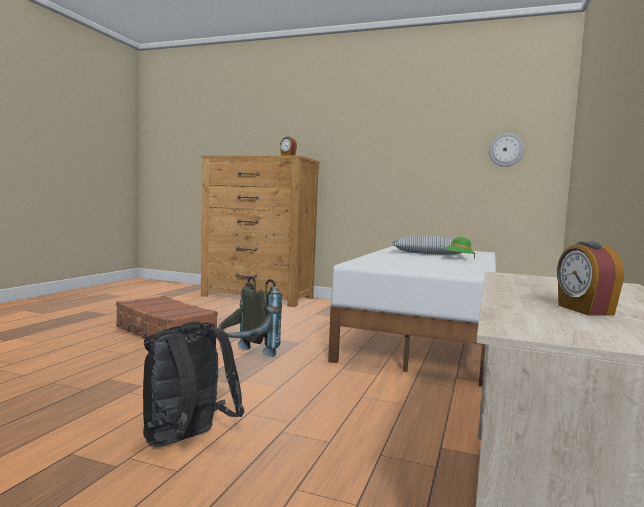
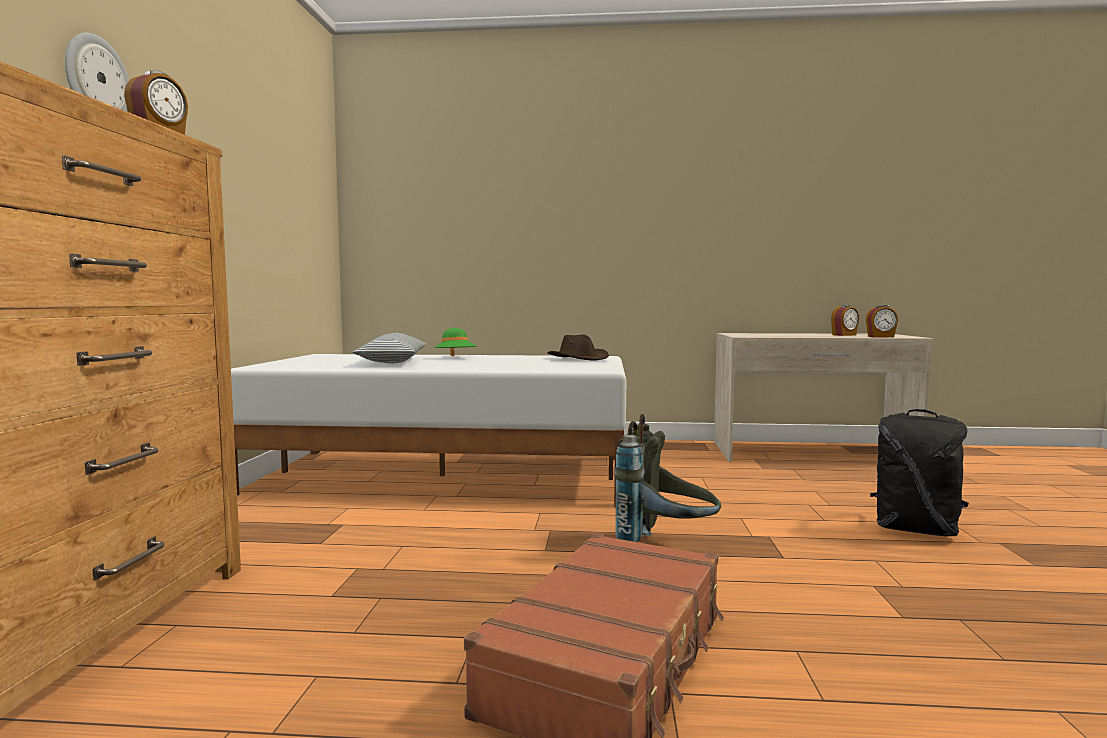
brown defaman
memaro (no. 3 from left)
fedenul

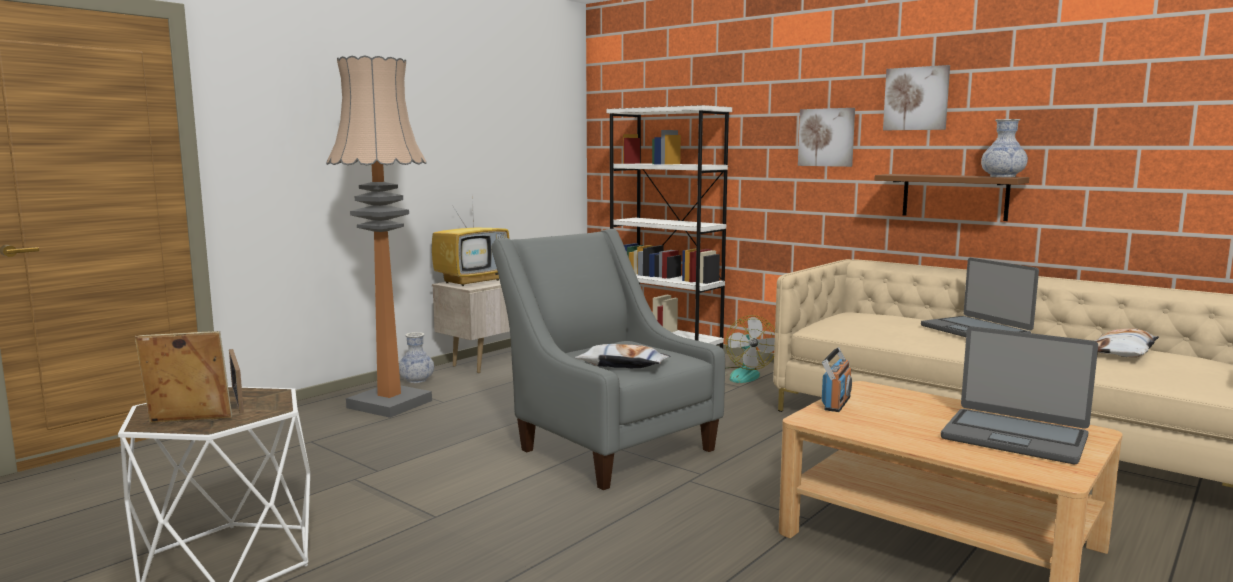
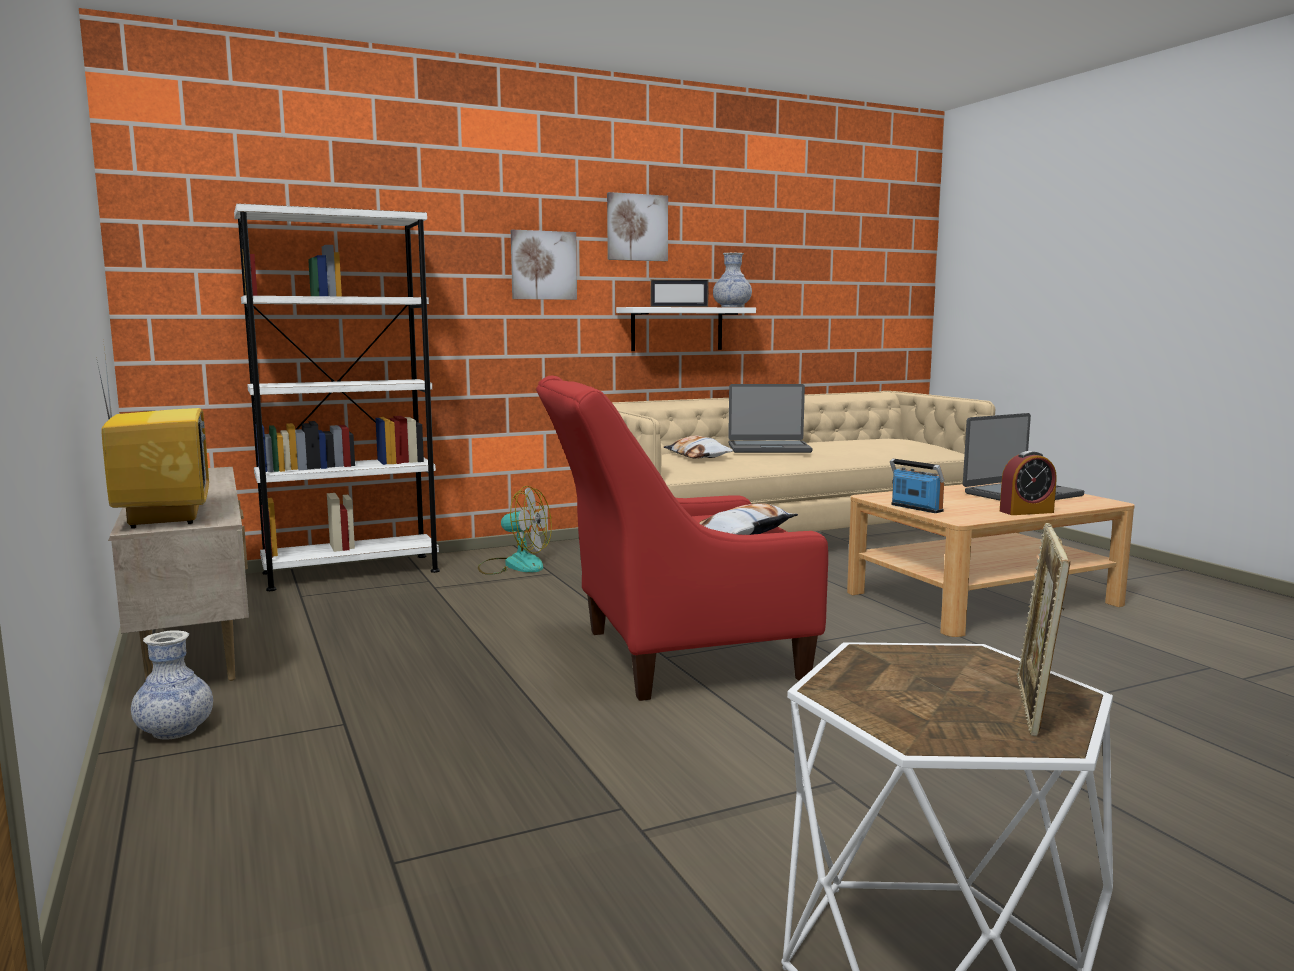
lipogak
memaro
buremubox (no. 1 from left)
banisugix (no. 1 from left)
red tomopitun
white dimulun

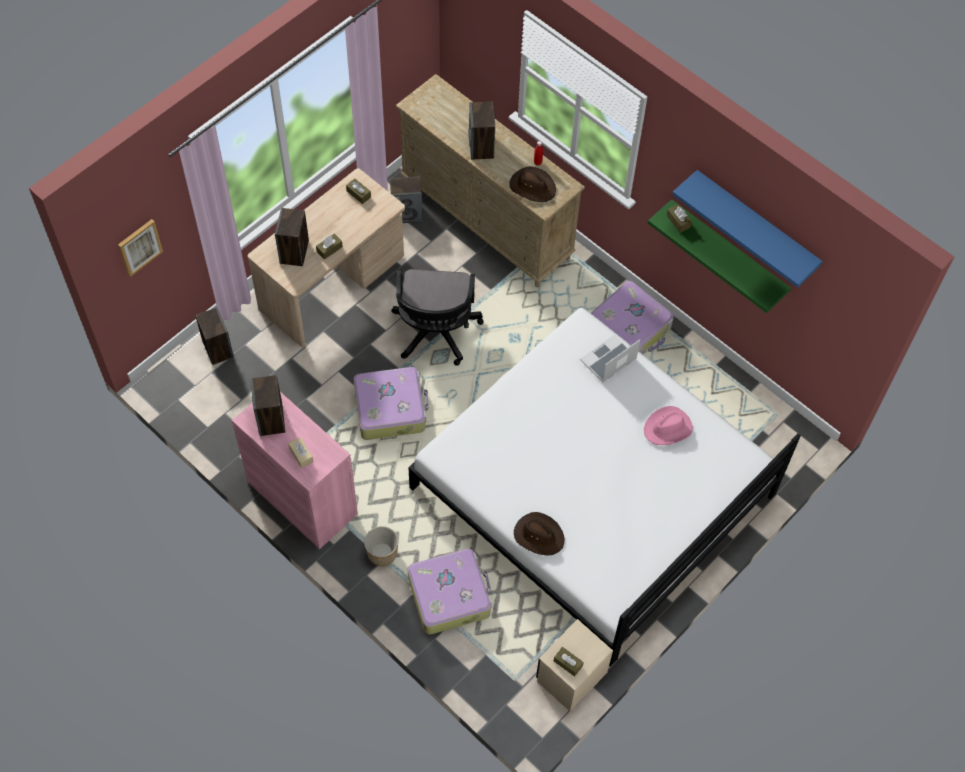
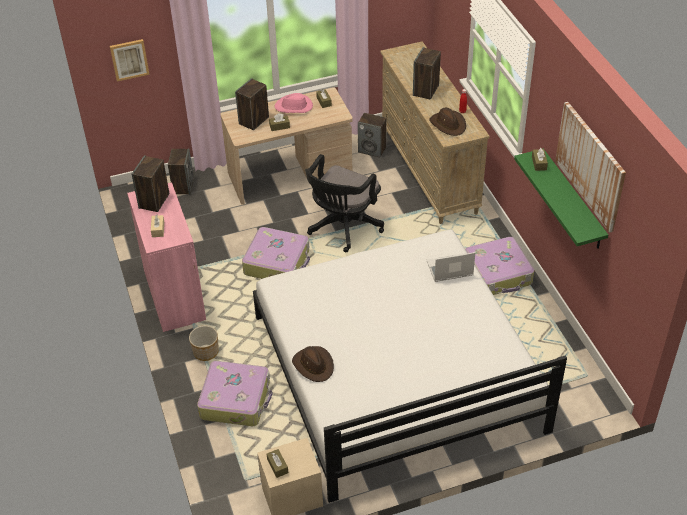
pink defaman
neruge (no. 2 from left)

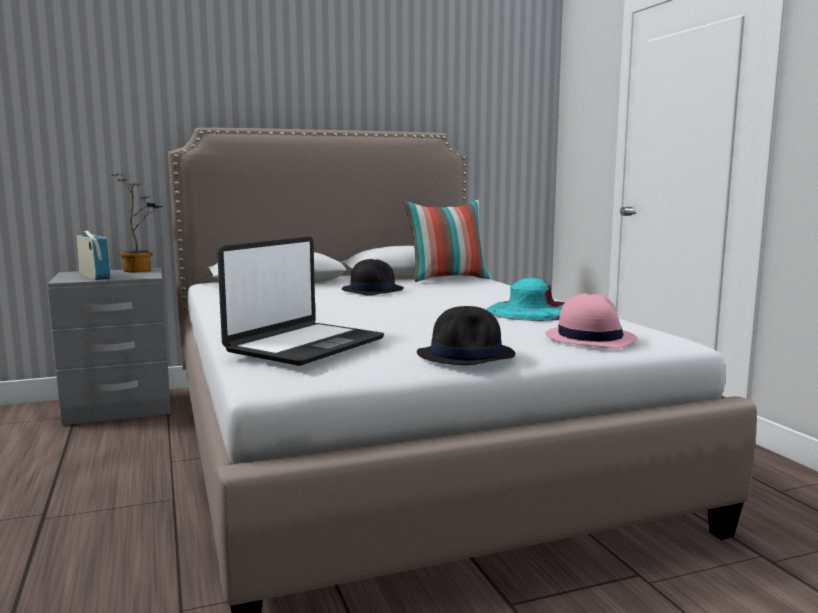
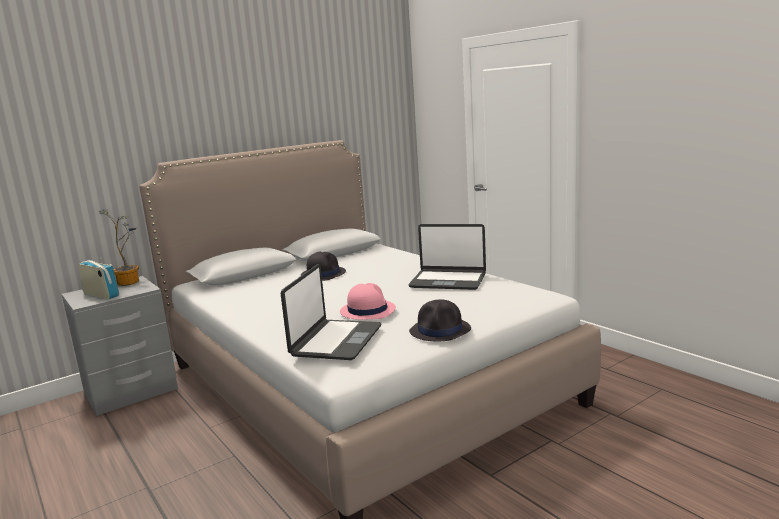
banisugix
pink defaman
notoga (no. 2 from left)

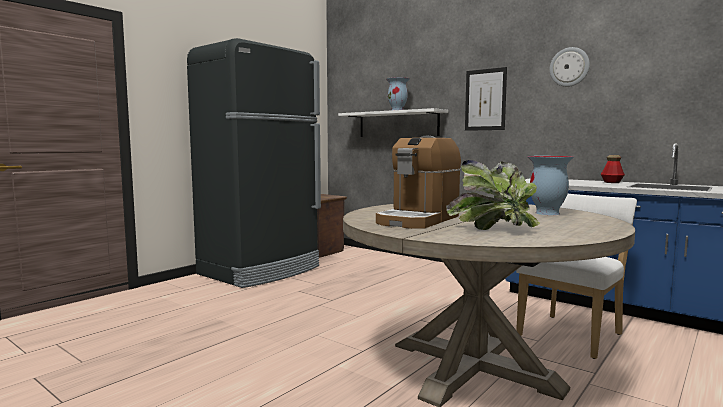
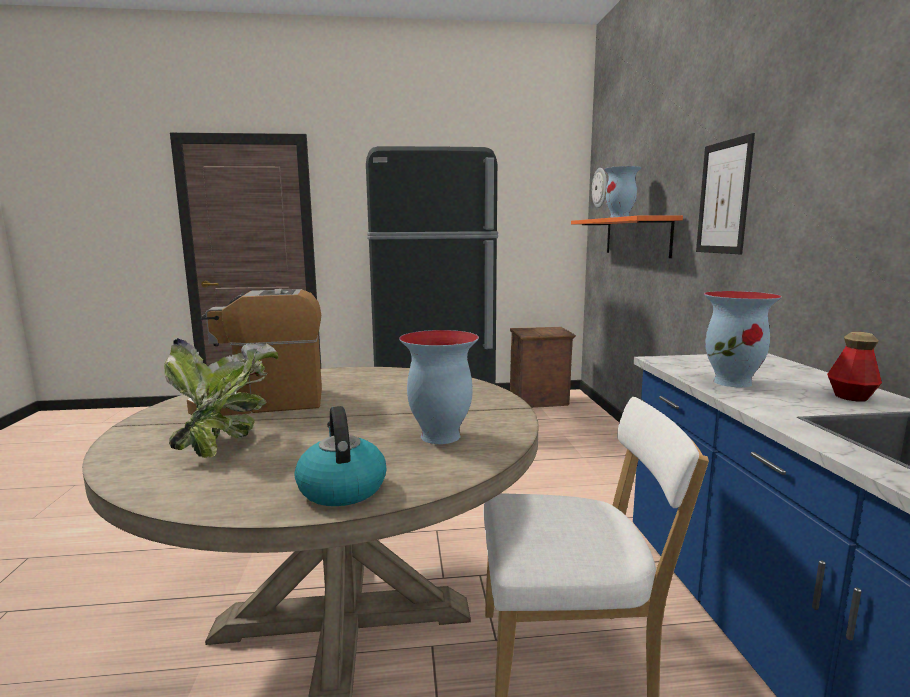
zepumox
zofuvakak (no. 3 from left)
fedenul
orange dimulun

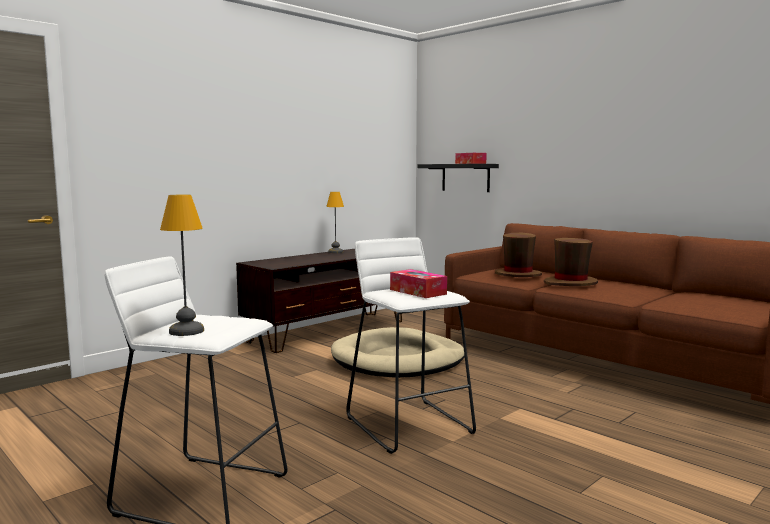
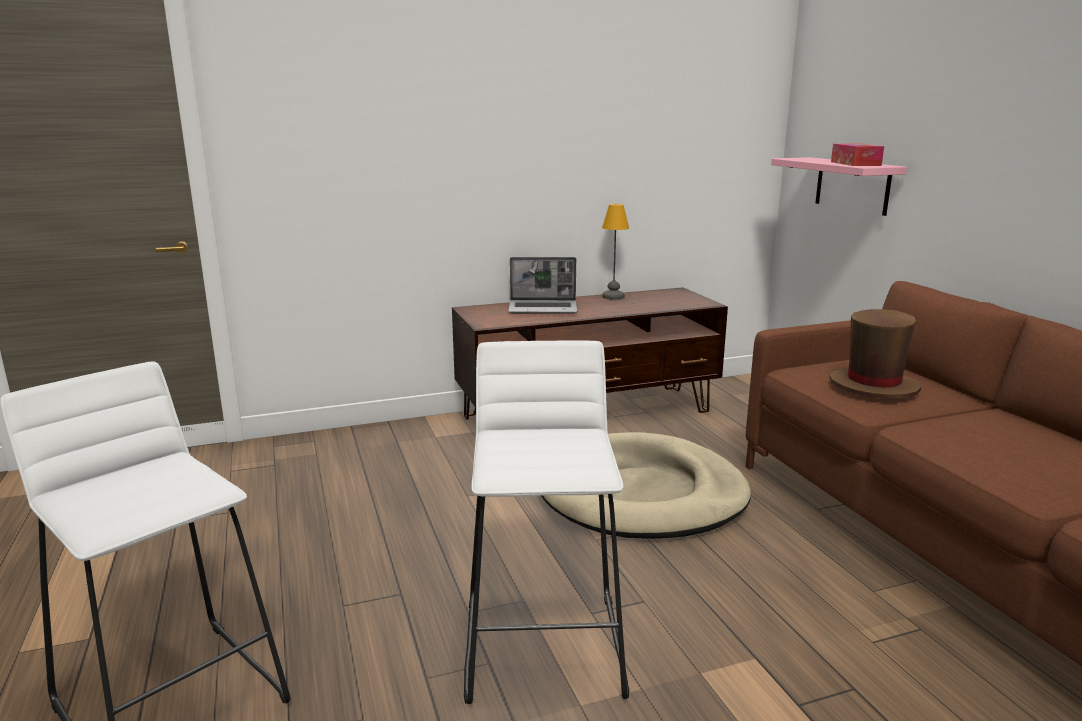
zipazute (no. 1 from left in the first image)
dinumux (no. 1 from left in the first image)
brown defaman (no. 2 from left in the first image)
notoga
pink dimulun

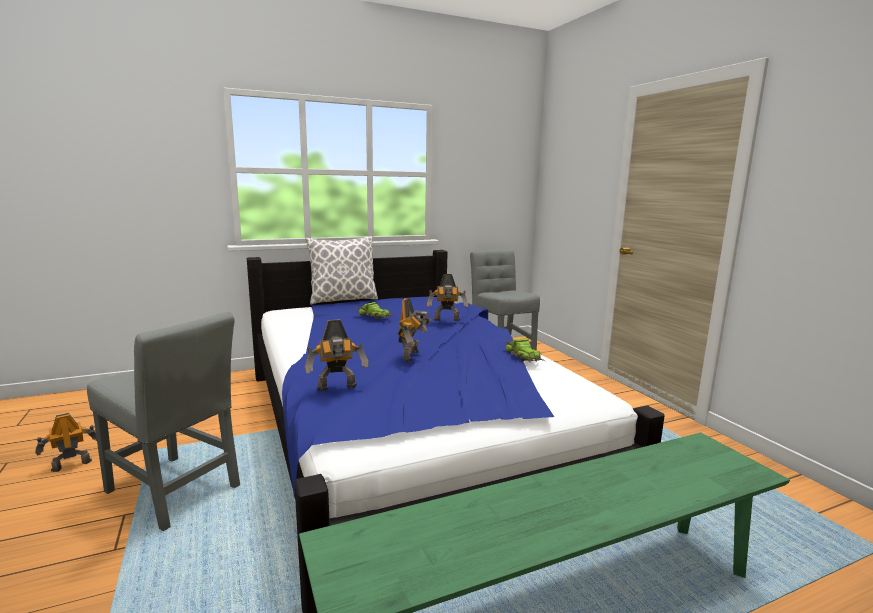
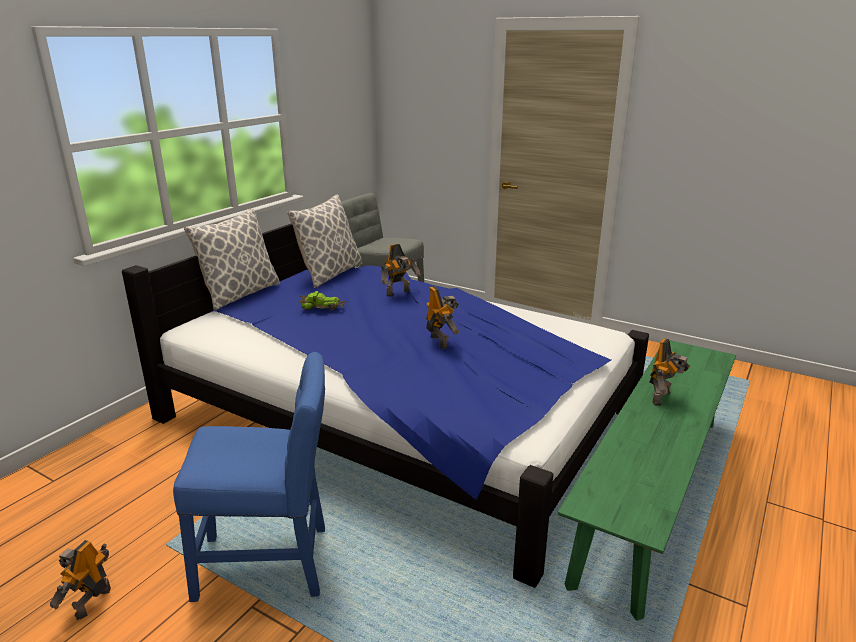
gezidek (no. 2 from left in the first image)
banisugix (no. 2 from left)
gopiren (no. 4 from left)
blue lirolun

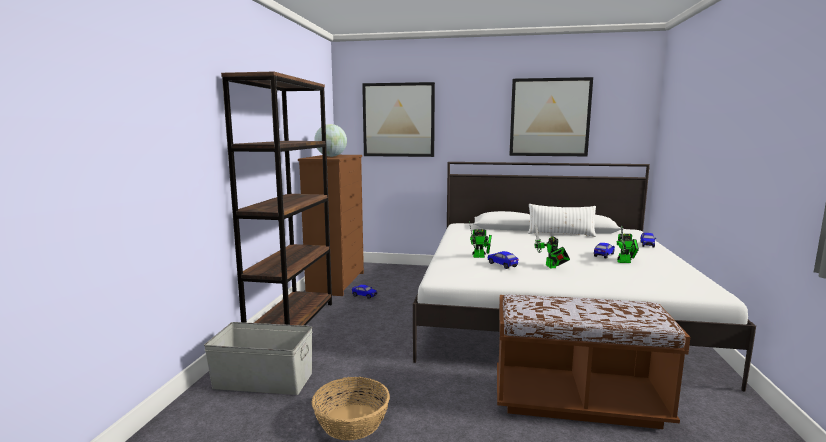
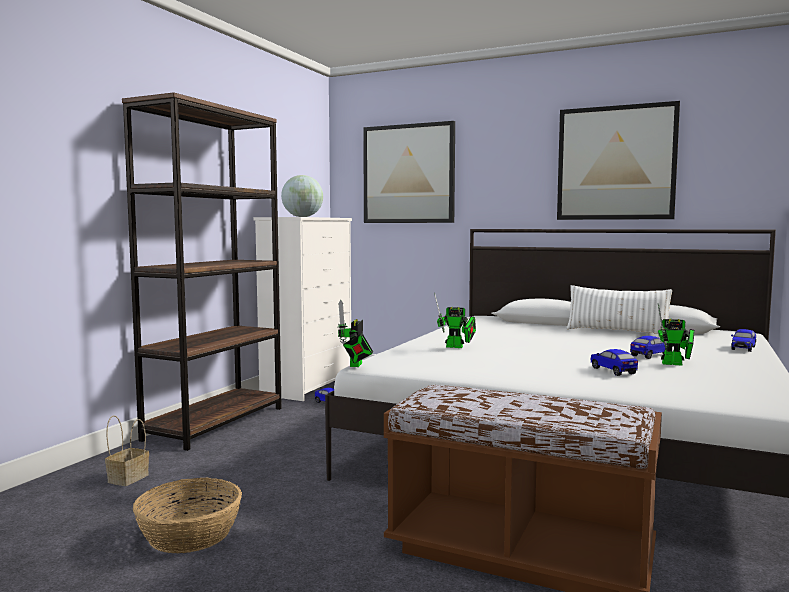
gezidek (no. 2 from left)
gopiren (no. 1 from left)
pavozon (no. 1 from left)
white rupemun

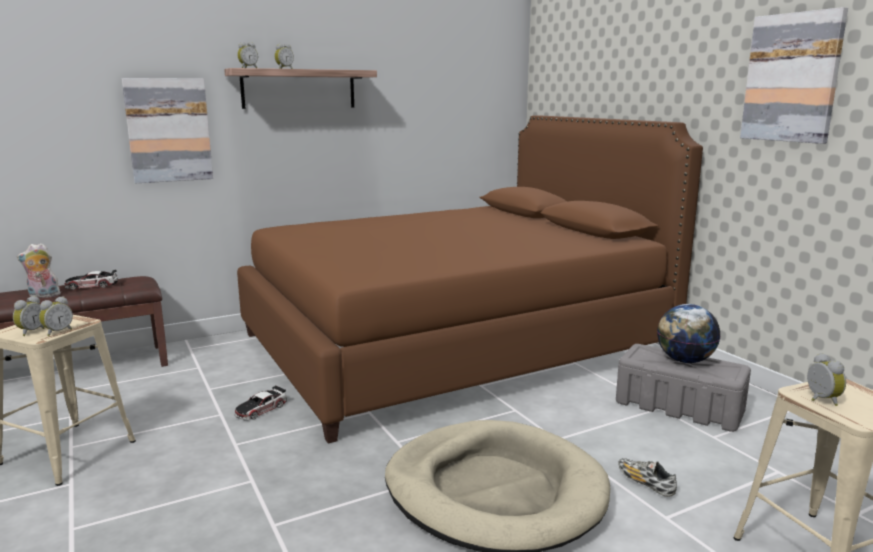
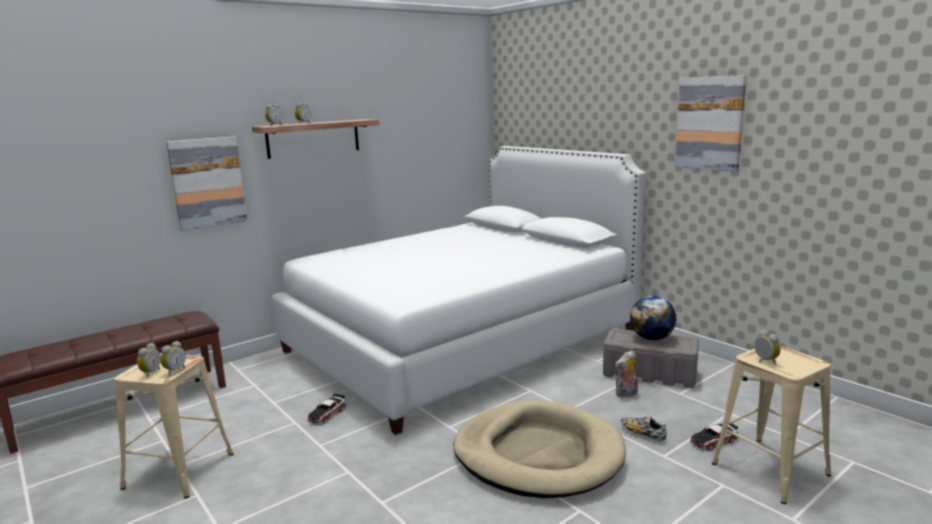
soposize
gezidek (no. 2 from left)
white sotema

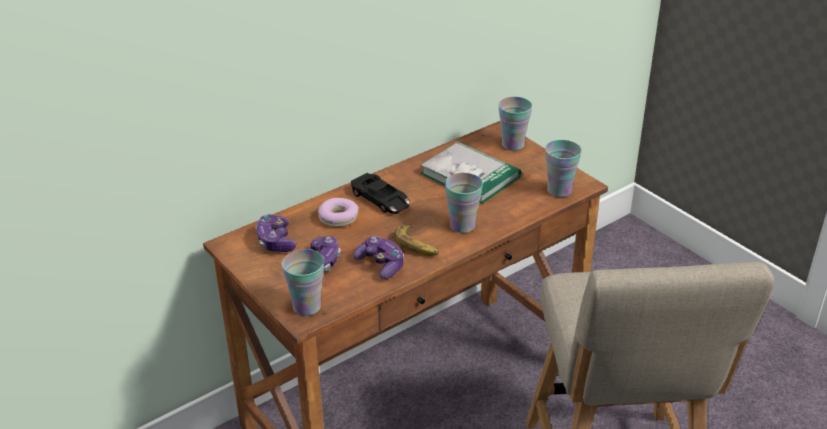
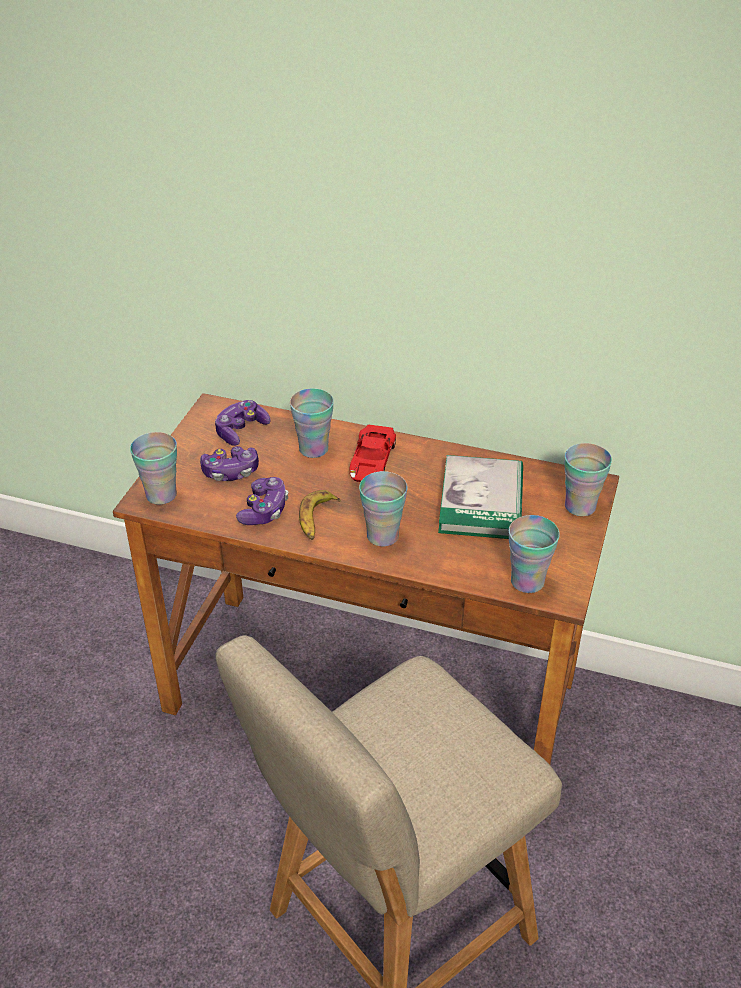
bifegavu (no. 2 from left)
red gezidek

